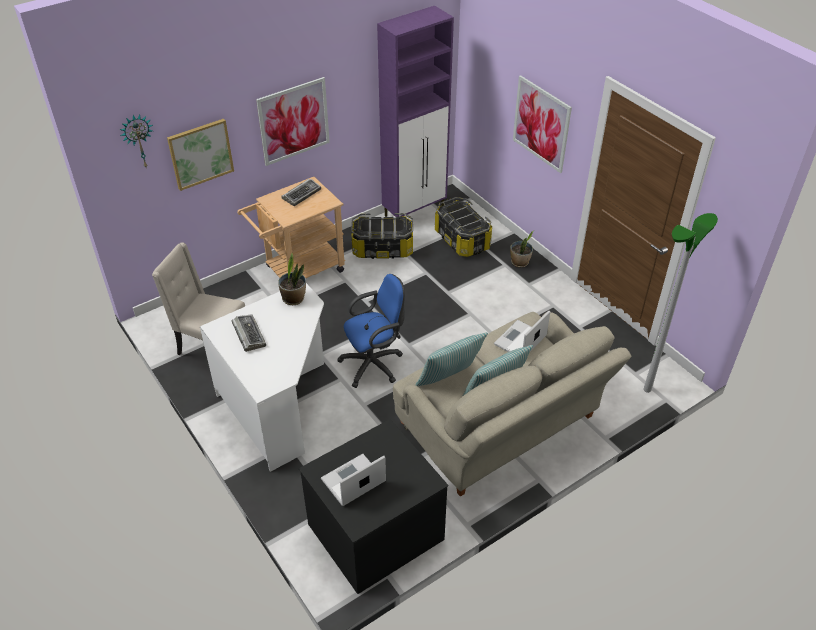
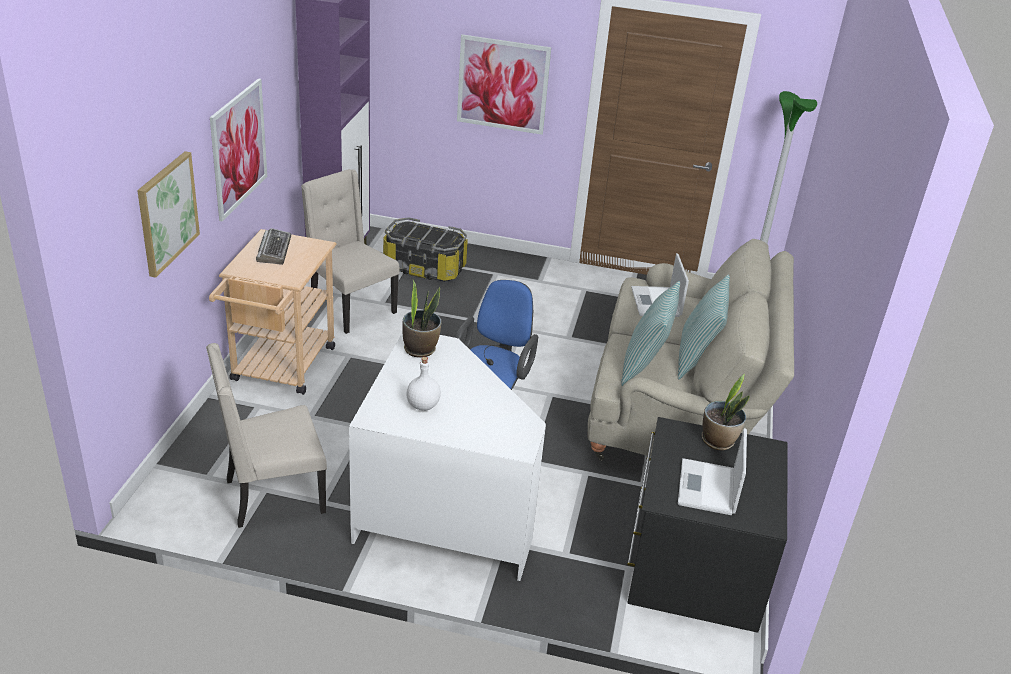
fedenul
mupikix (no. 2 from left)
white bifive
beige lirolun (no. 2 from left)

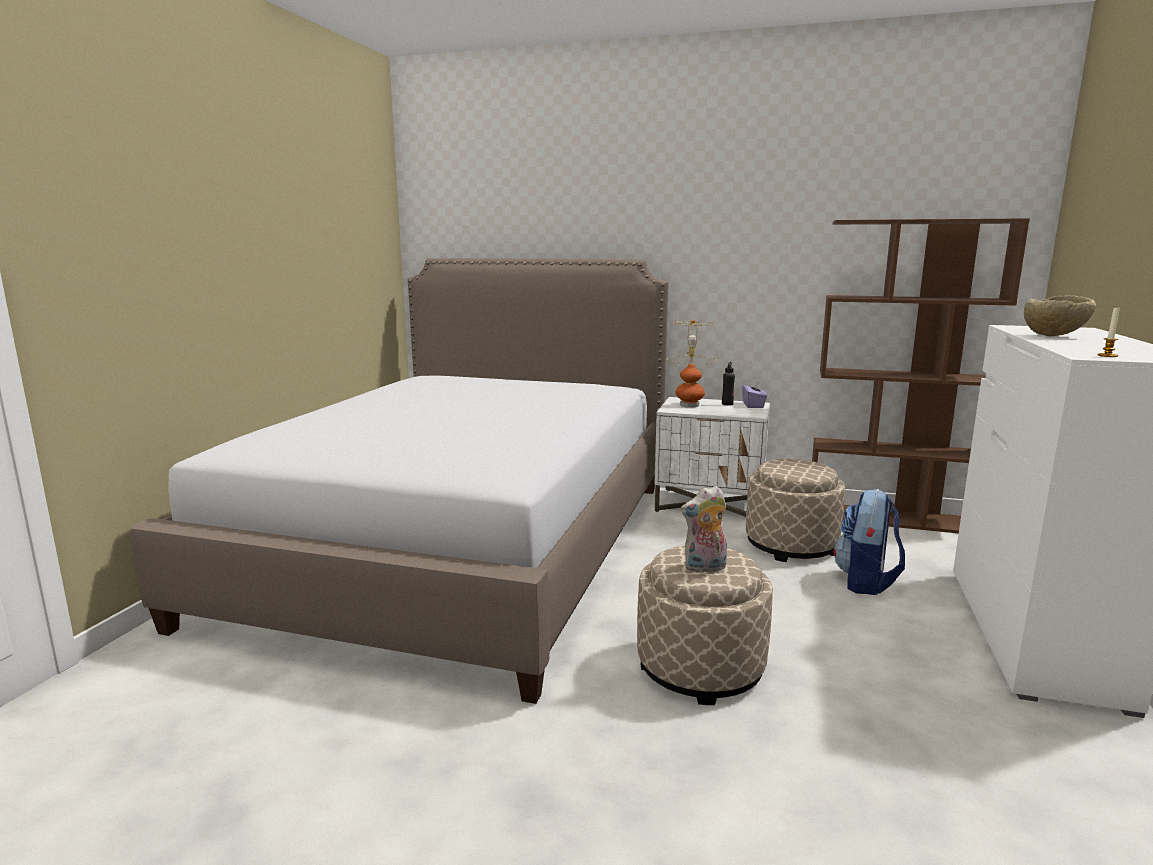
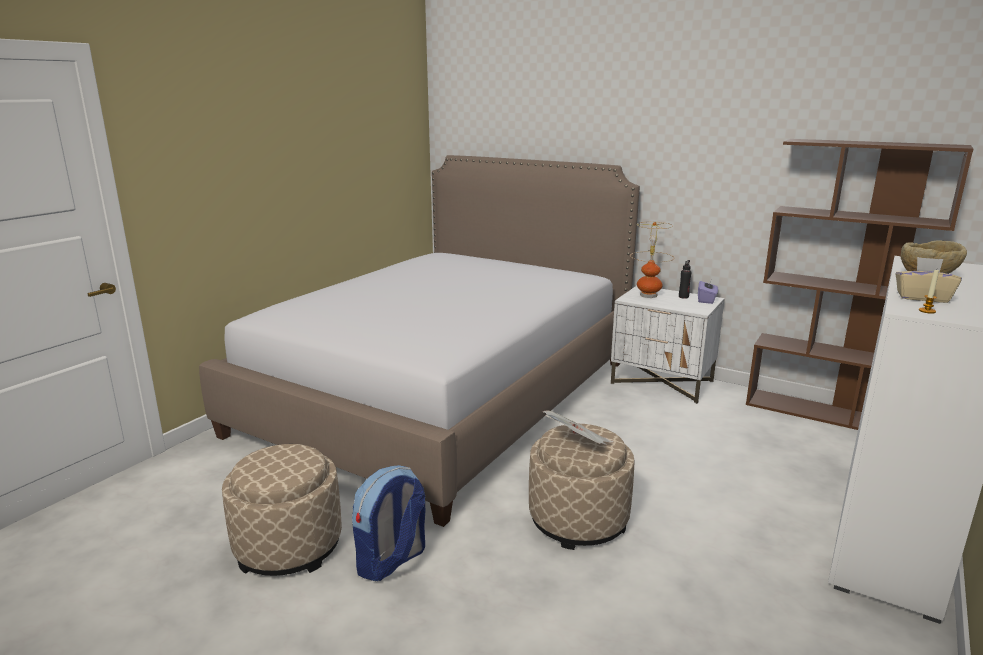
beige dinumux
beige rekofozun (no. 1 from left)
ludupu
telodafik

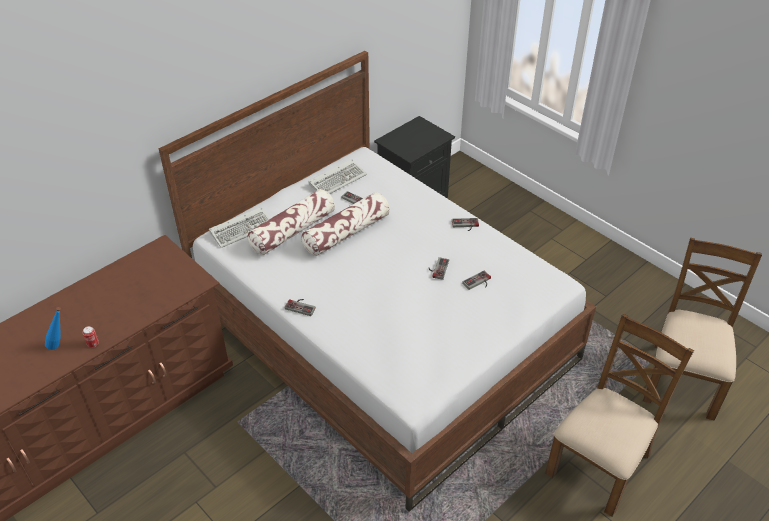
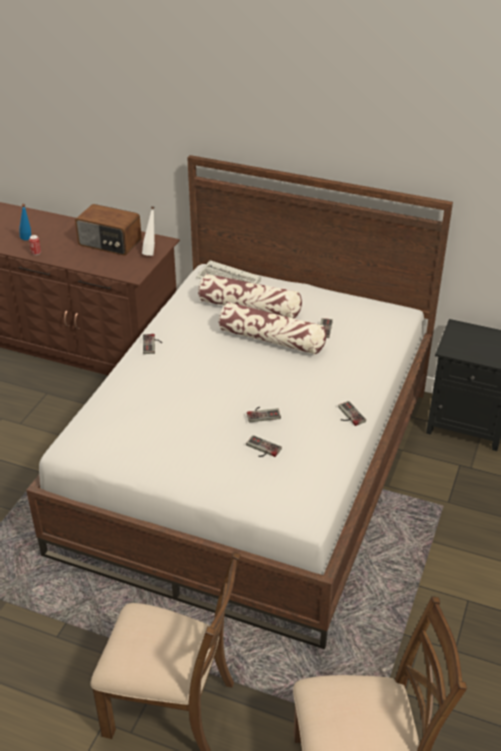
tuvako (no. 2 from left in the first image)
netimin
white bifive

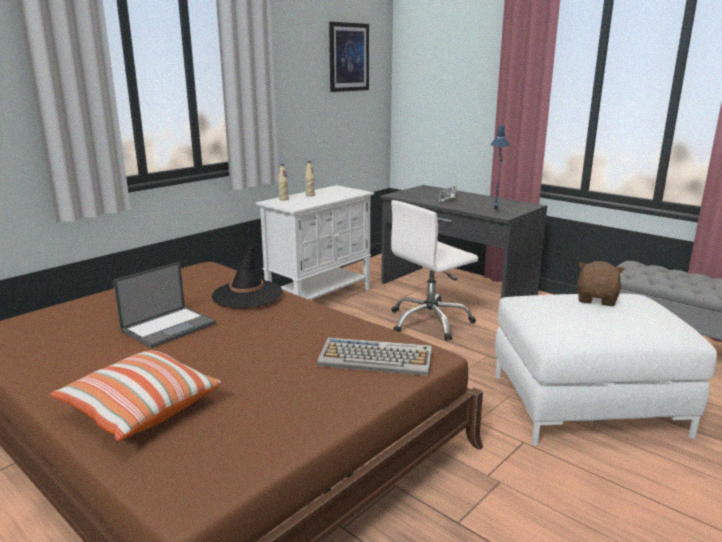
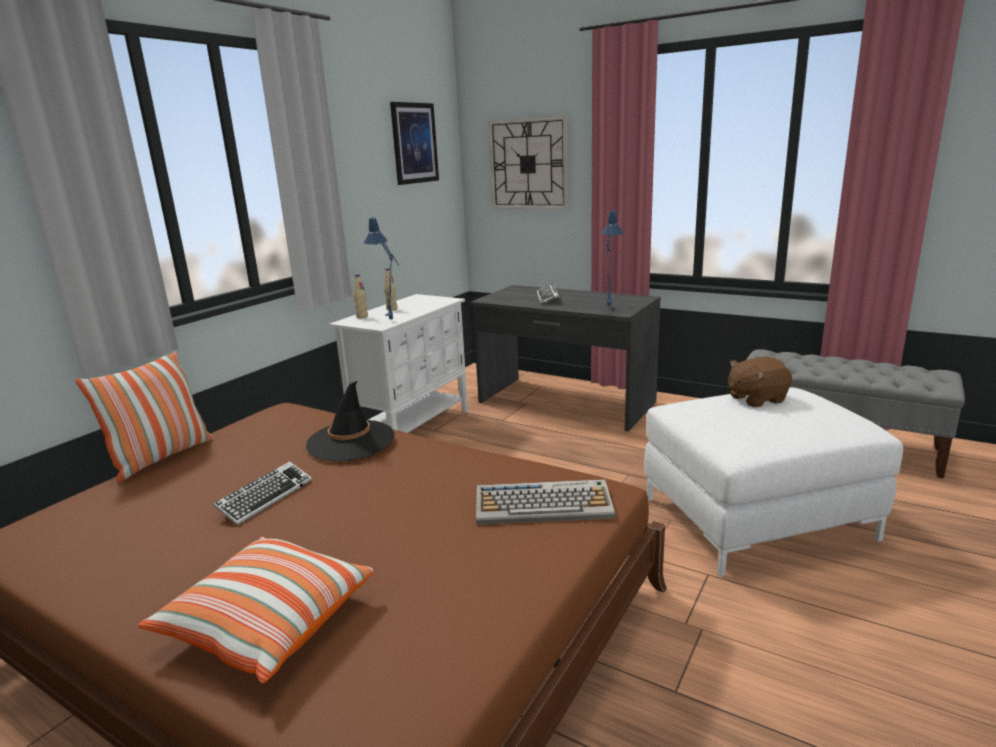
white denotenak
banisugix (no. 1 from left)
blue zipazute (no. 1 from left)
fedenul
tuvako (no. 1 from left)
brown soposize

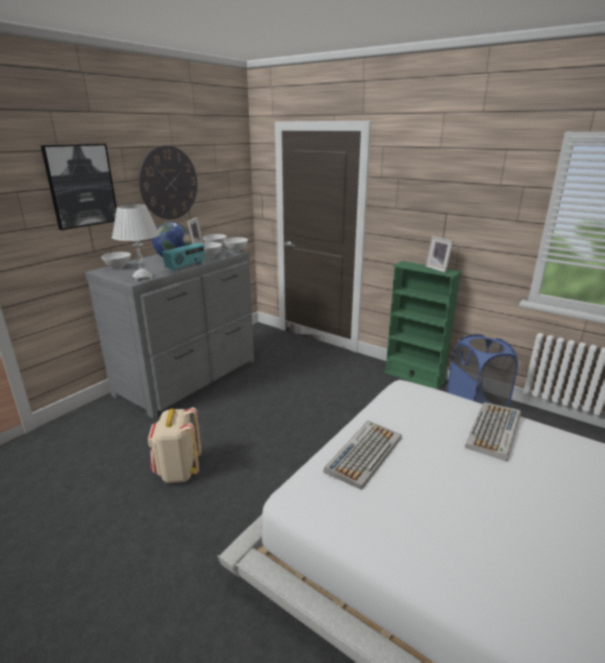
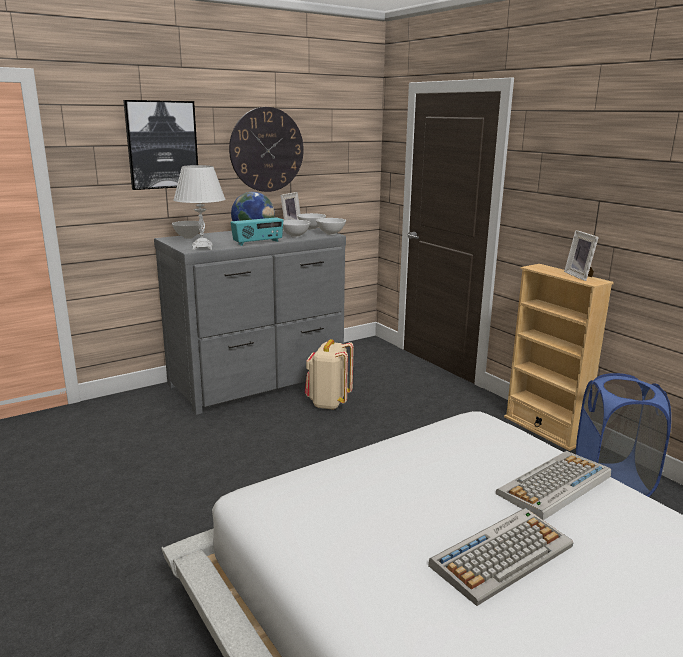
beige ludupu
tuvako (no. 1 from left)
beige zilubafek

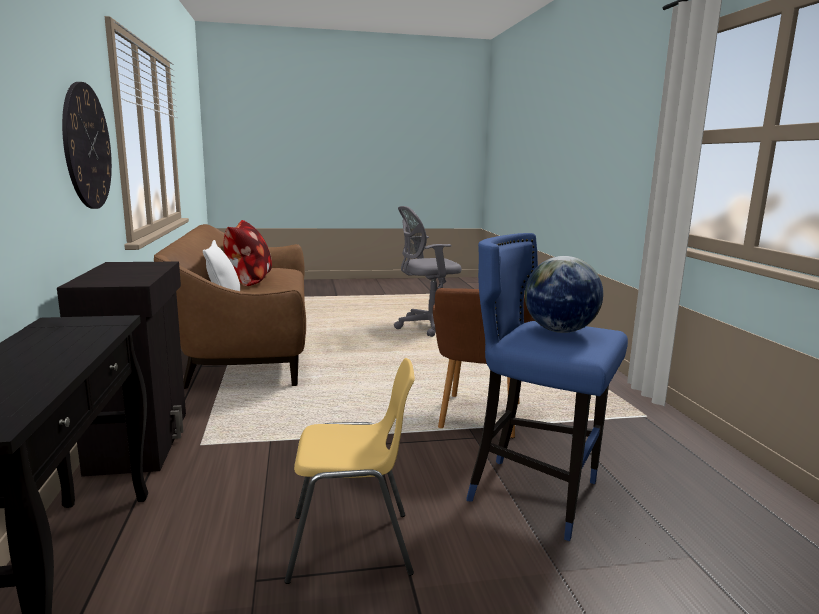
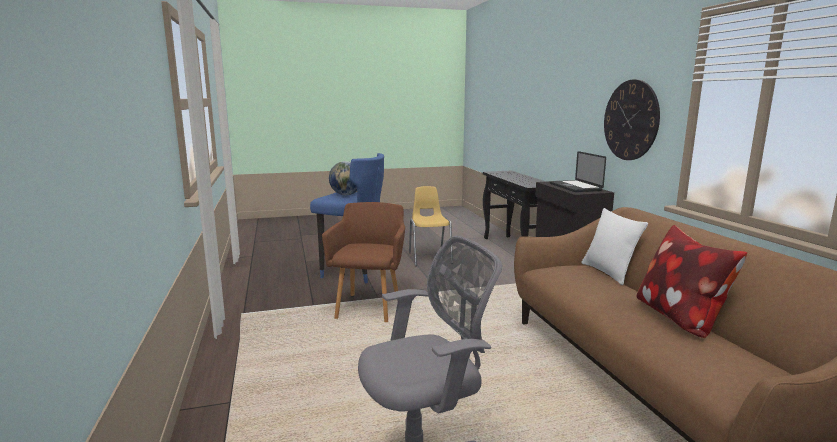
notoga
yellow lirolun

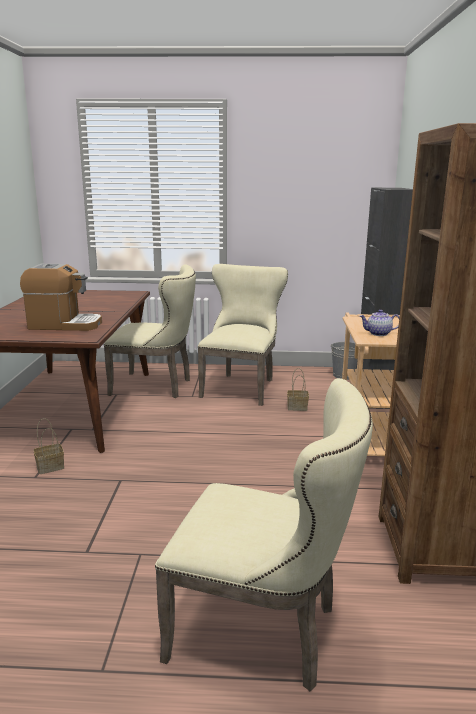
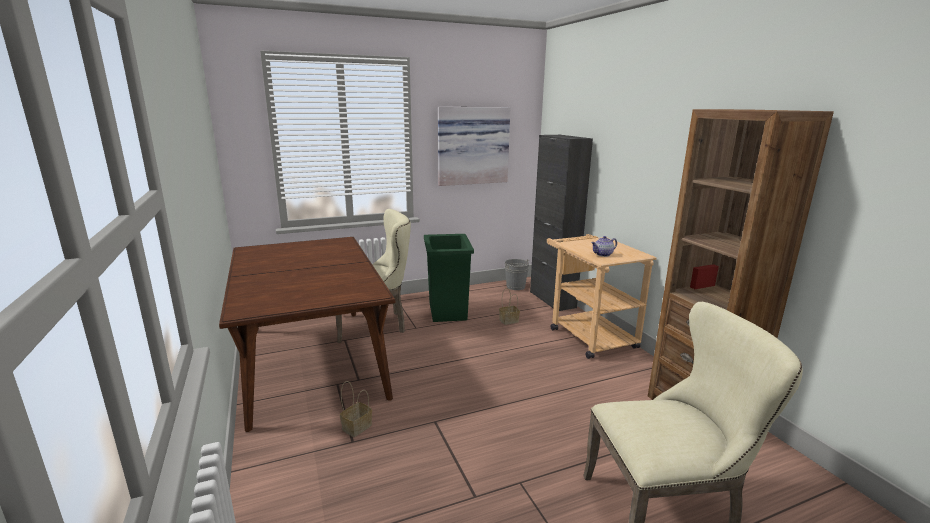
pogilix
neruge
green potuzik

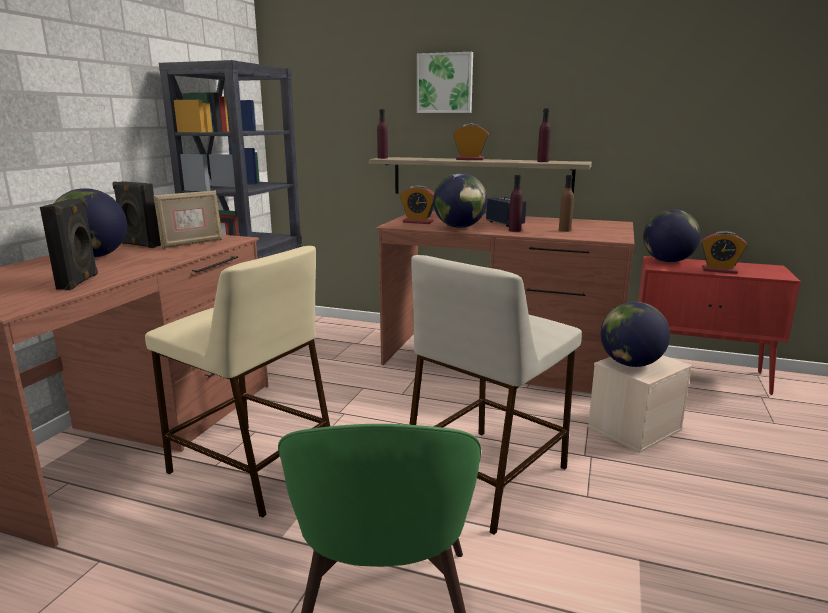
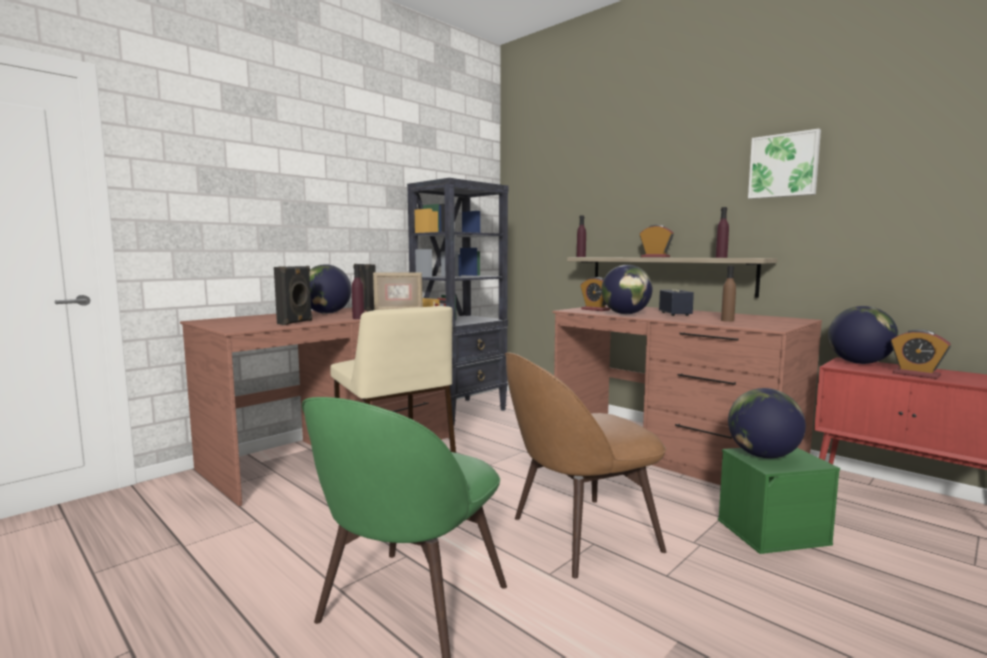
neruge
purple bifive (no. 1 from left)
brown lirolun
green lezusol

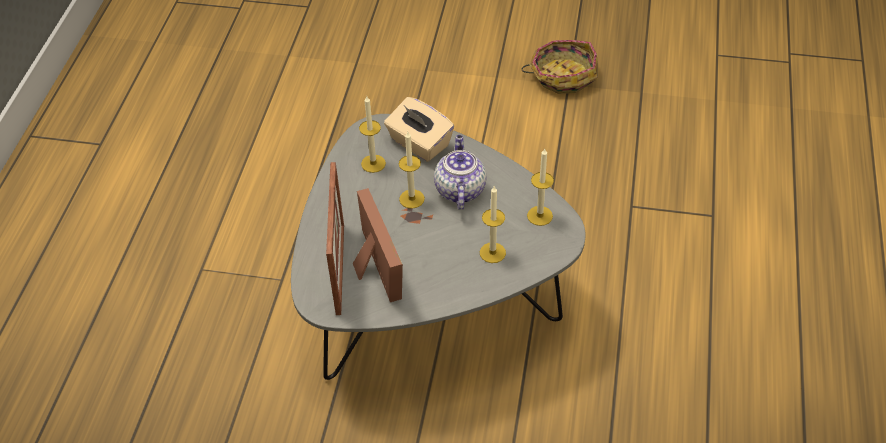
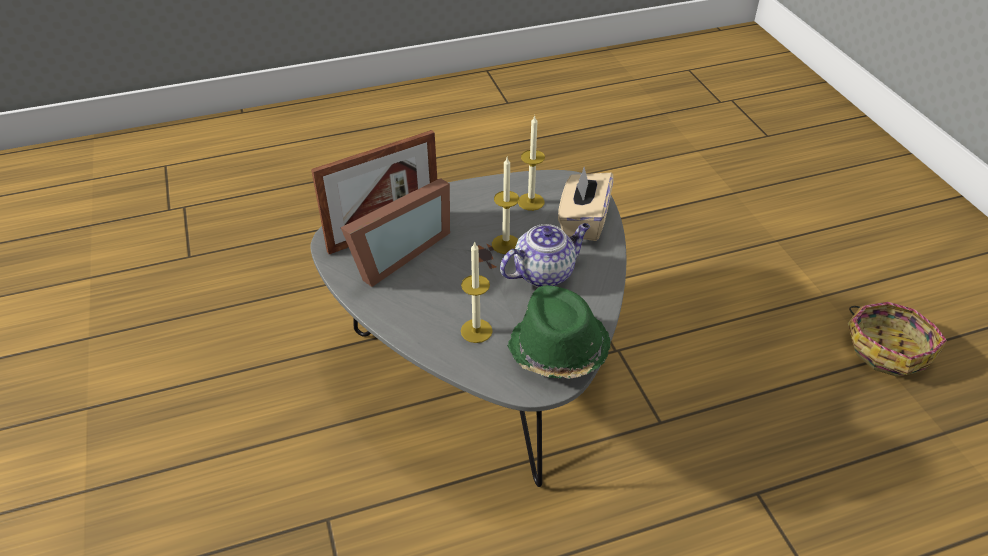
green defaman

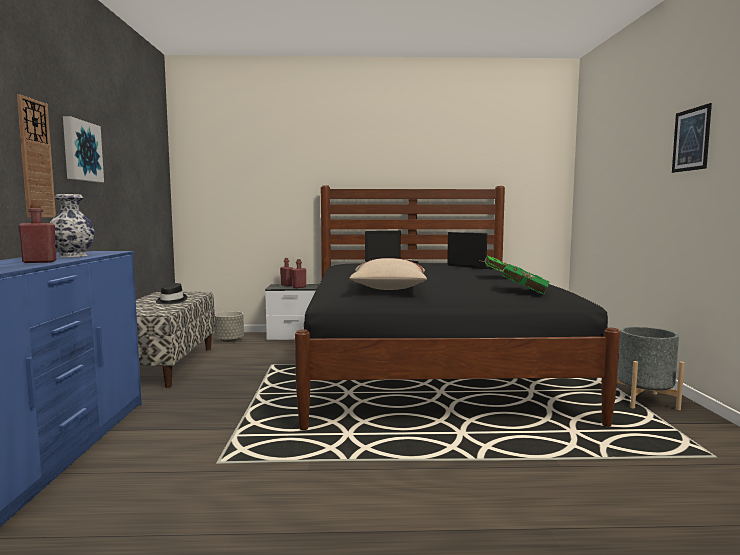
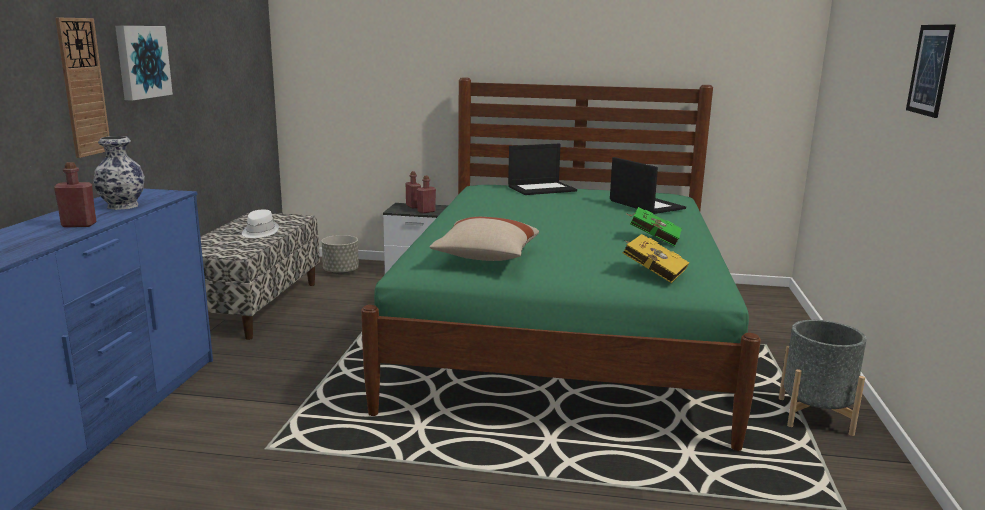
white defaman
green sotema
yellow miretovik

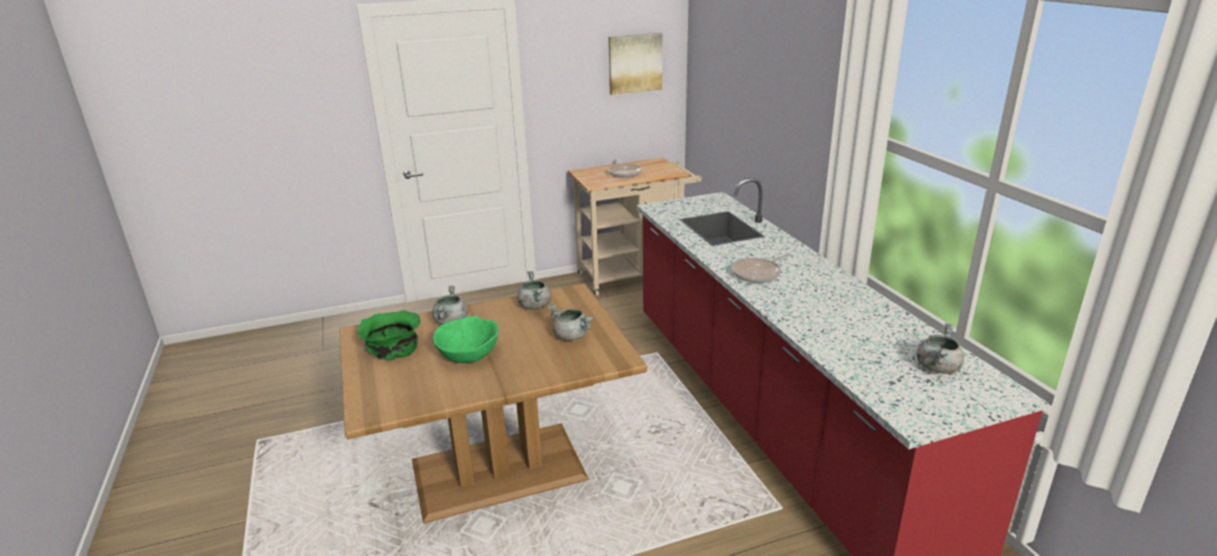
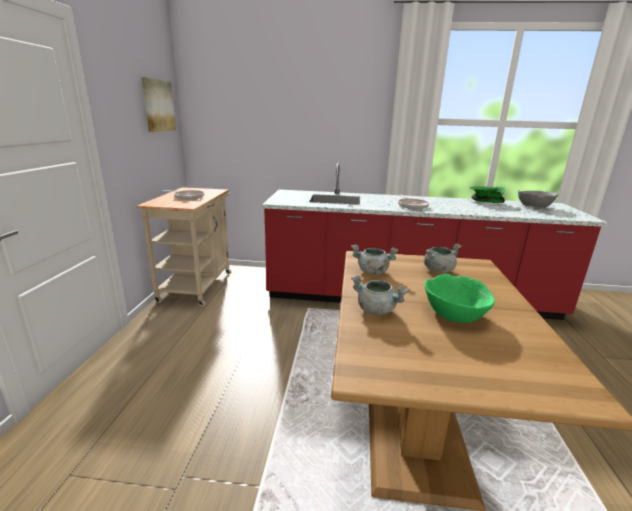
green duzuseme (no. 2 from left)
grey duzuseme

